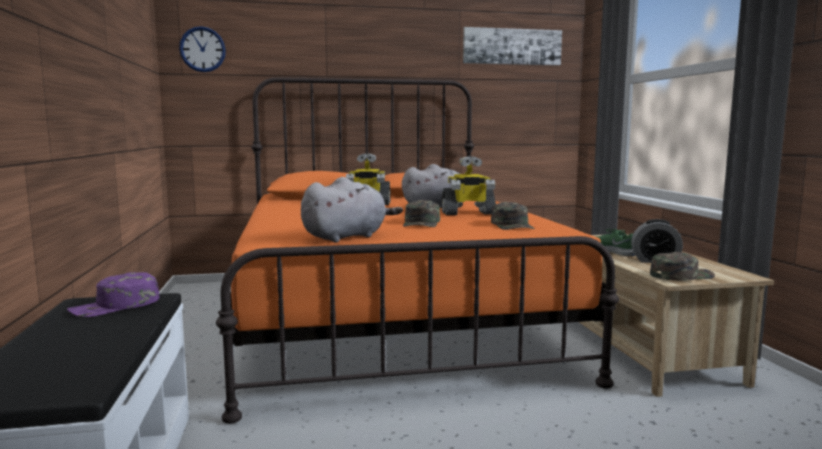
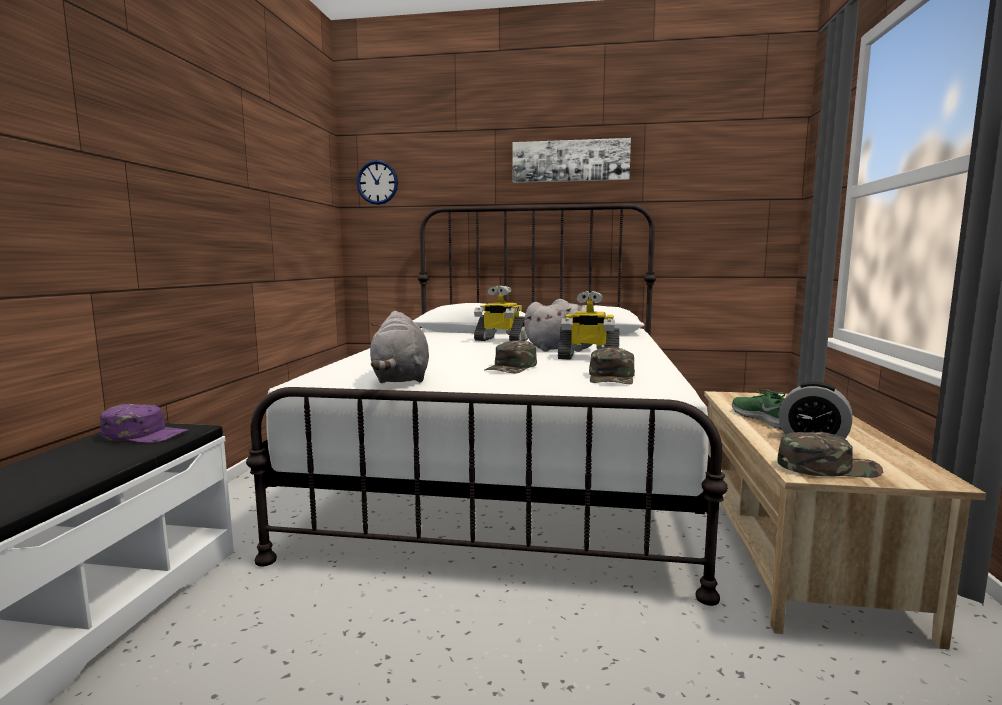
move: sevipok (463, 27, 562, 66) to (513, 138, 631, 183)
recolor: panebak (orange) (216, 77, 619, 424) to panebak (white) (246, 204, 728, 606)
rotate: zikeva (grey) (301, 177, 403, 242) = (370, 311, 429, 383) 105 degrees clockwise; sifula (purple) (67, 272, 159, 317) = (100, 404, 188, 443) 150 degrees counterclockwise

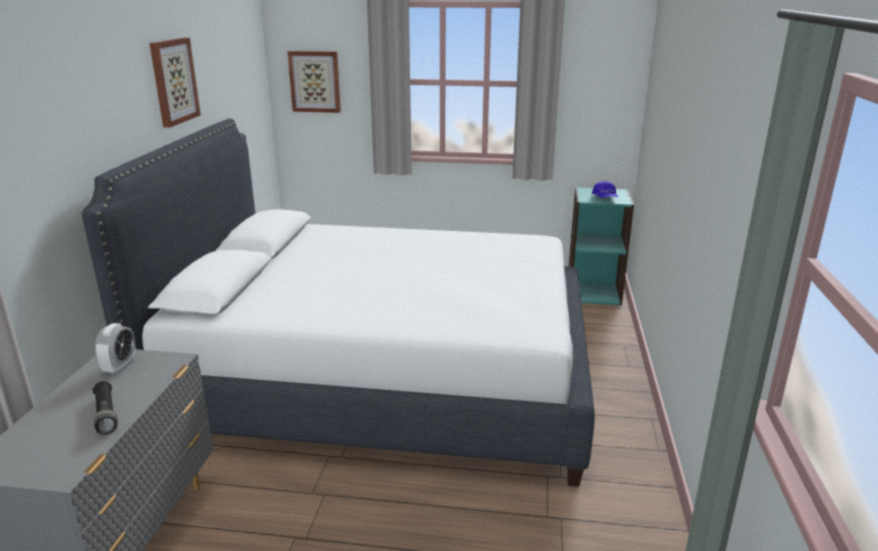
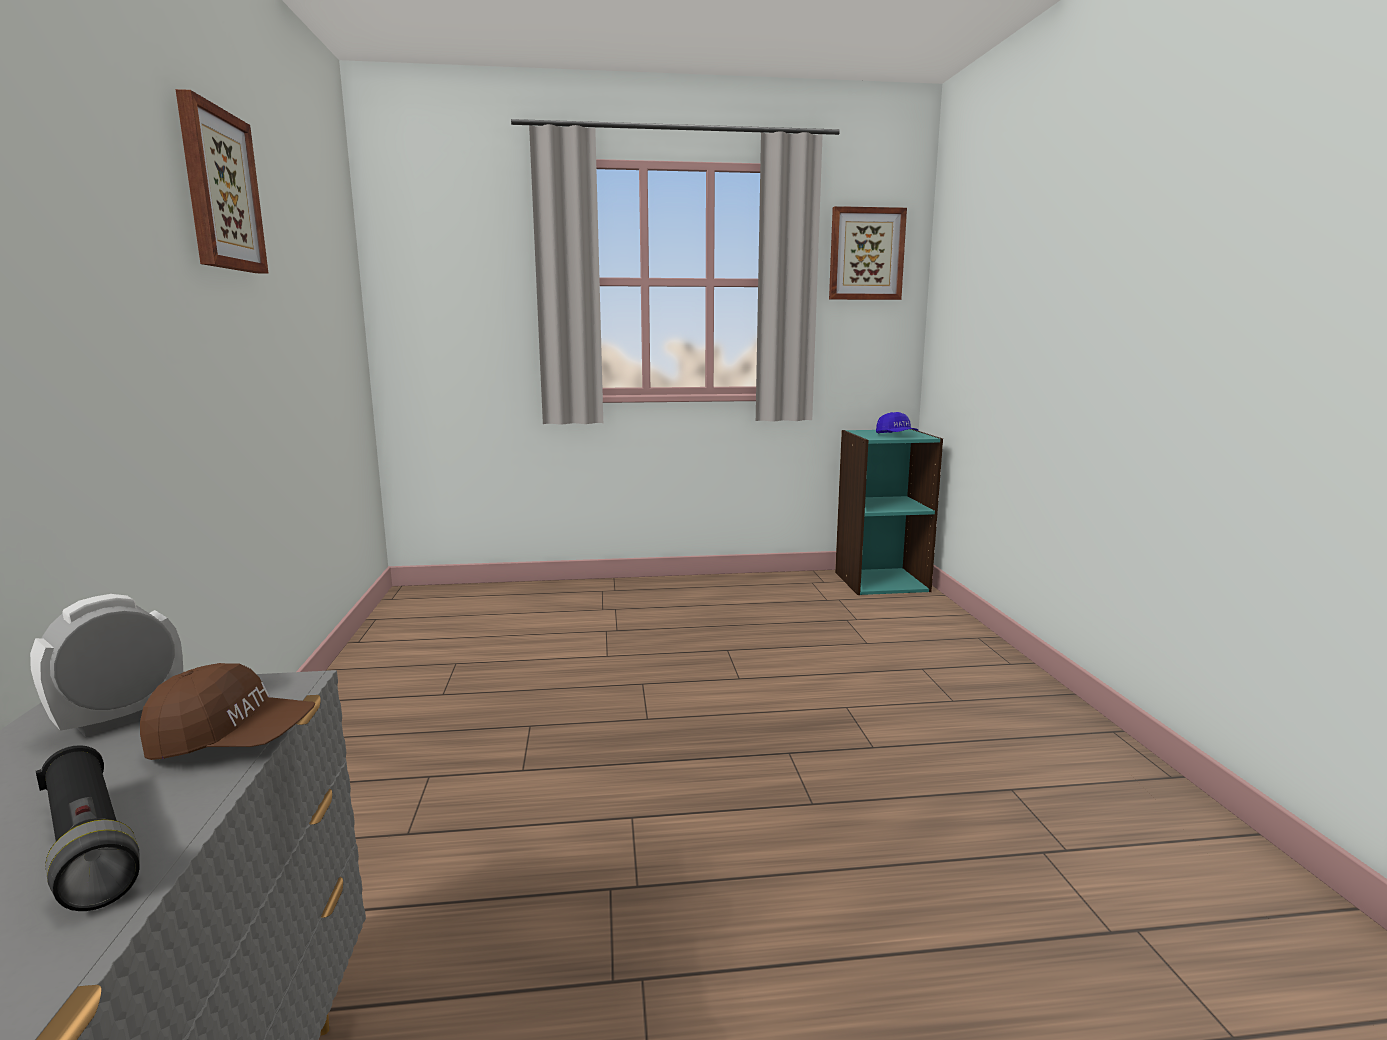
delete: panebak (white) (82, 119, 595, 487)
insert: sifula (brown) (140, 663, 315, 760)
move: sevipok (287, 51, 341, 113) to (829, 206, 907, 300)
rotate: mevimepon (95, 323, 136, 374) = (30, 594, 183, 737) 135 degrees counterclockwise

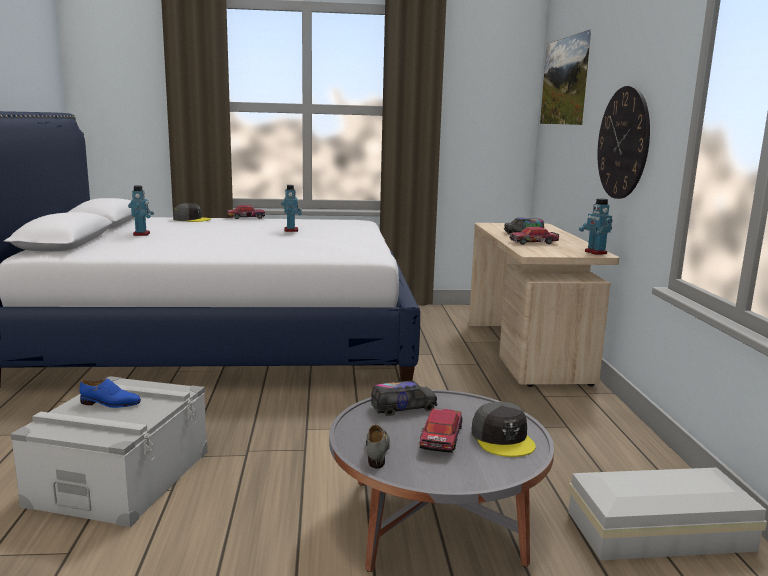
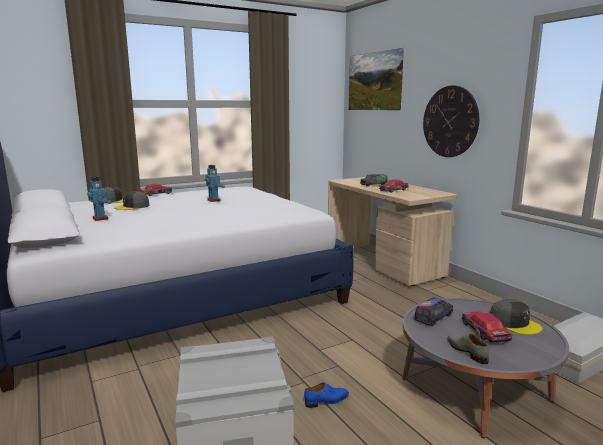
delete: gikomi (579, 199, 613, 255)
insert: sifula (grey) (114, 192, 149, 210)
move: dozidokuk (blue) (79, 378, 141, 408) to (304, 382, 349, 408)

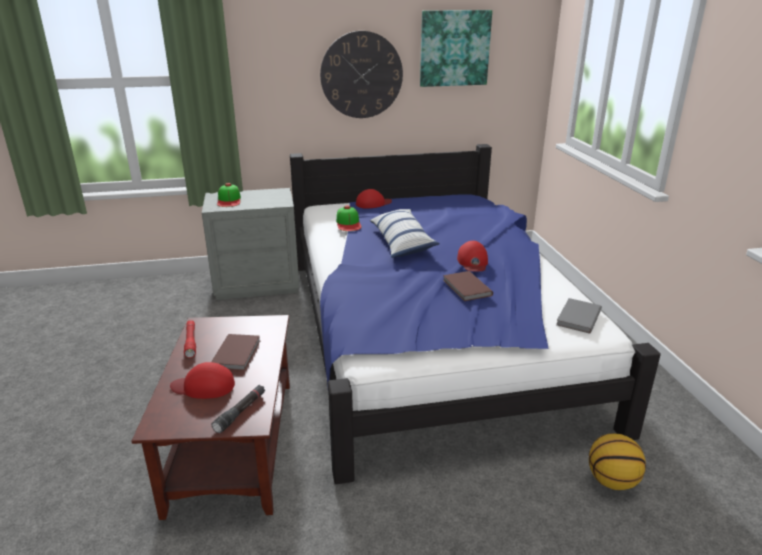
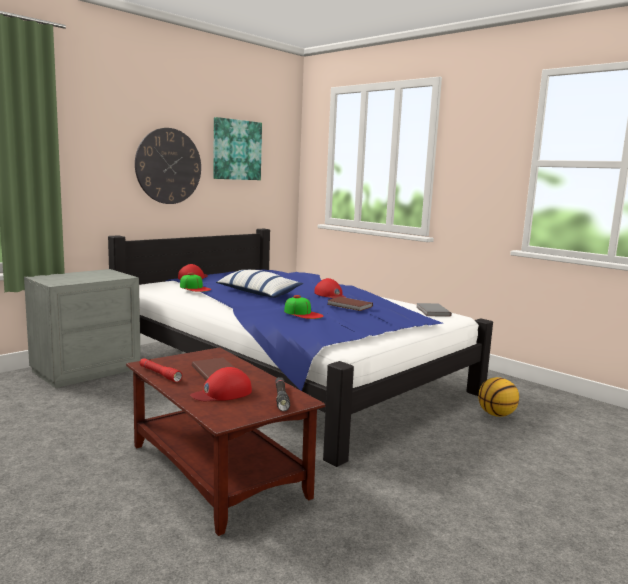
move: sifula (217, 183, 241, 207) to (284, 295, 324, 319)

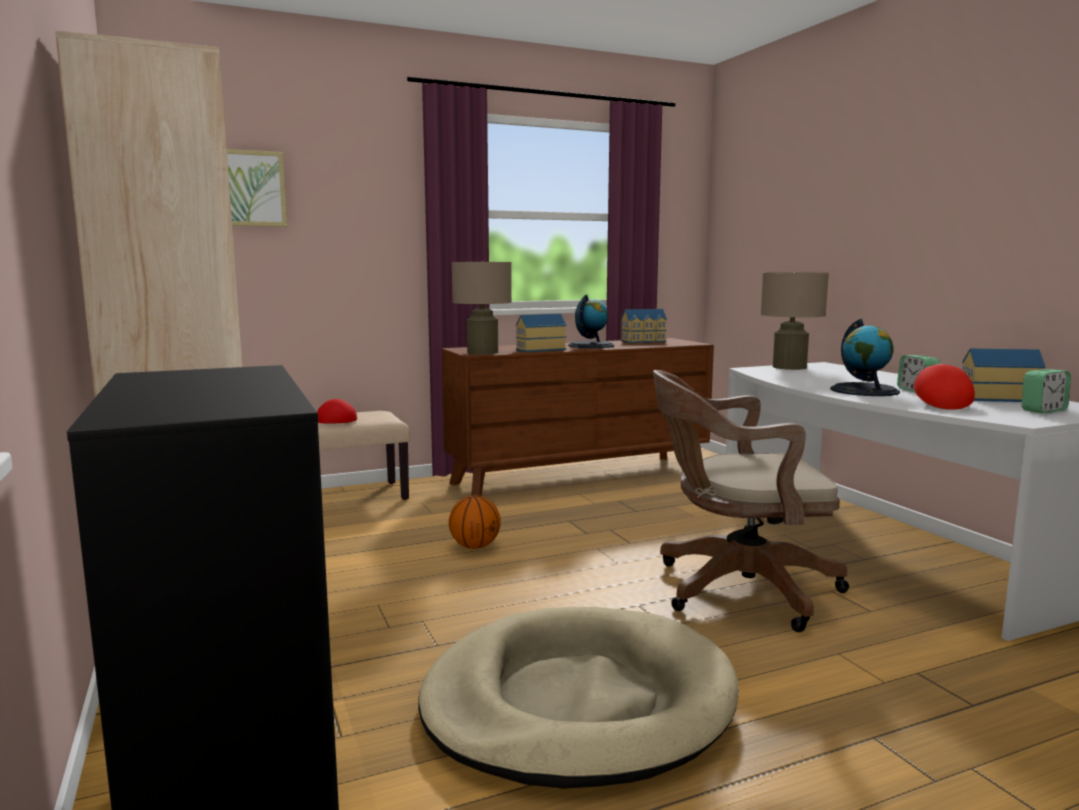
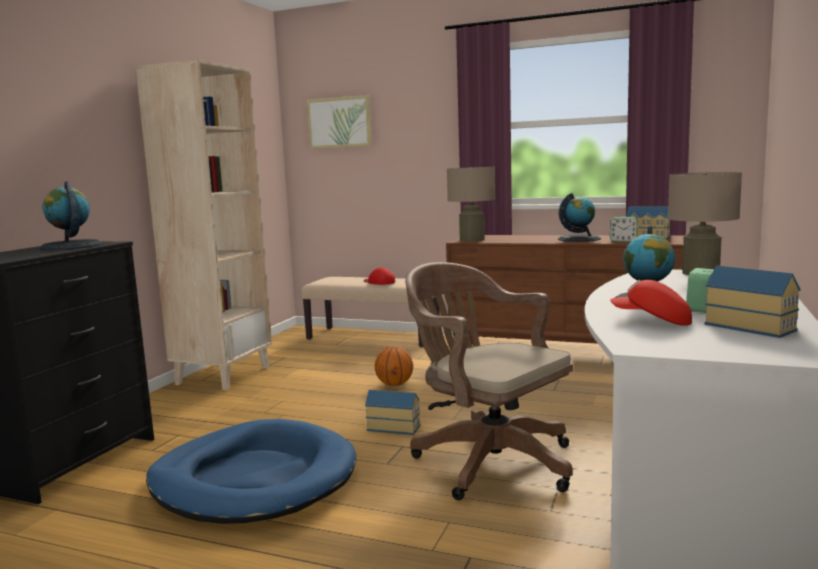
insert: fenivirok (39, 181, 103, 250)
move: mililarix (516, 313, 566, 352) to (365, 390, 420, 435); mevimepon (1022, 369, 1071, 413) to (610, 217, 637, 242)
recolor: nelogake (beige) (418, 607, 739, 789) to nelogake (blue) (146, 419, 356, 524)
rotate: sifula (red) (914, 364, 975, 410) = (610, 280, 692, 326) 120 degrees counterclockwise

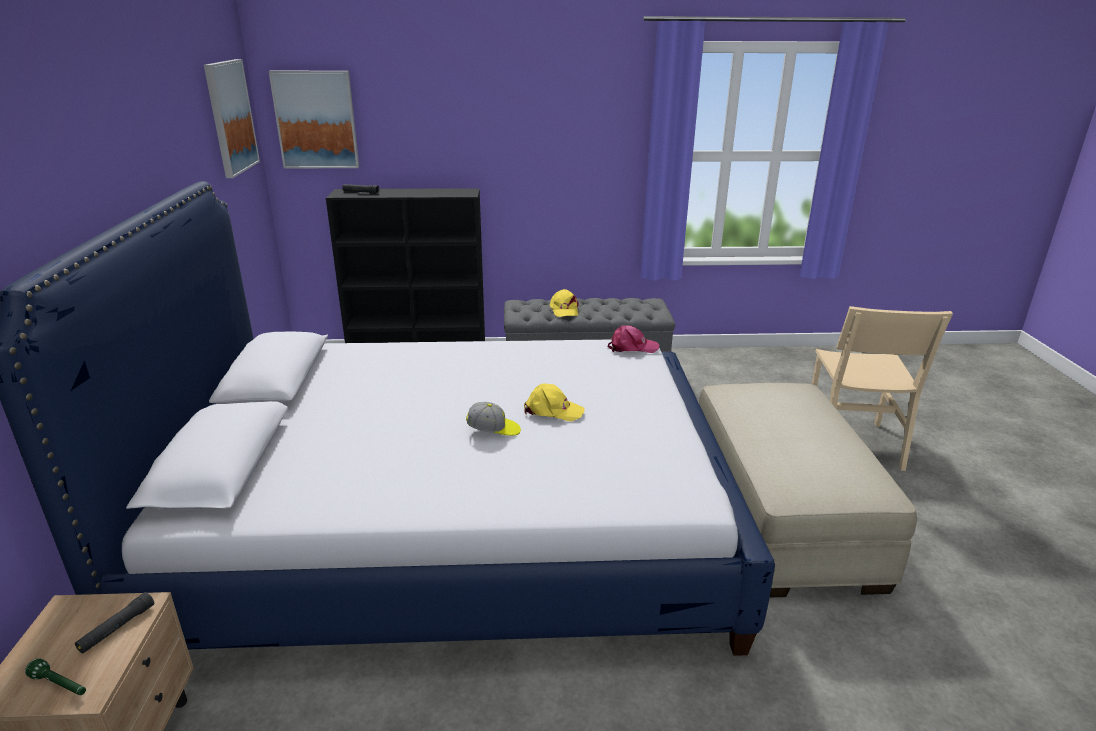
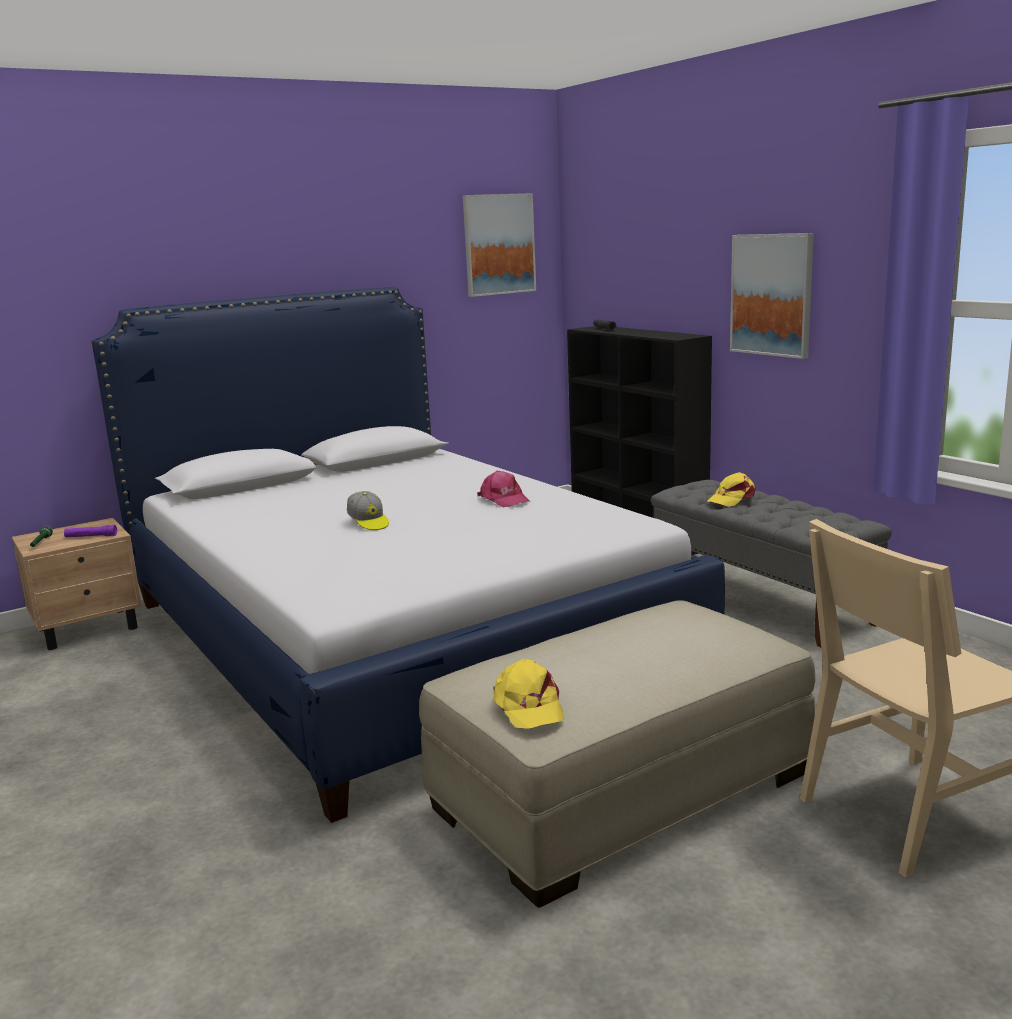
move: sevipok (269, 71, 359, 168) to (730, 233, 814, 359); sifula (pink) (608, 325, 659, 353) to (477, 471, 530, 507); sifula (yellow) (524, 383, 585, 422) to (493, 659, 564, 729)
recolor: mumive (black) (75, 592, 154, 653) to mumive (purple) (64, 525, 117, 537)

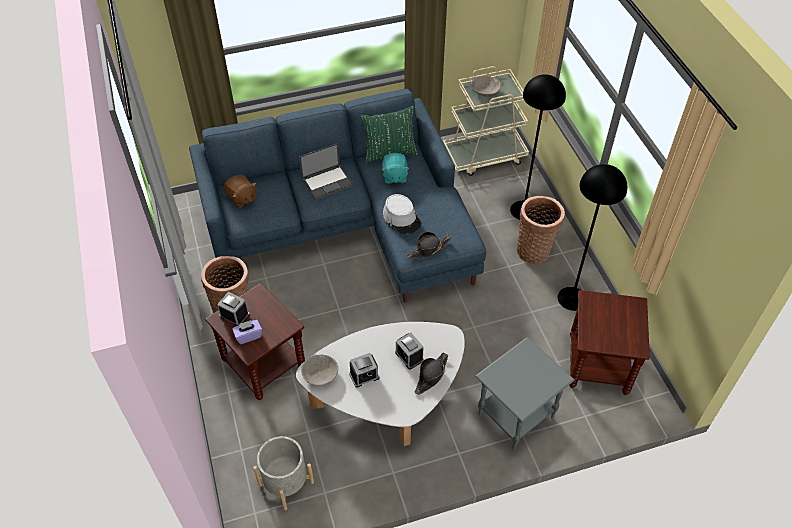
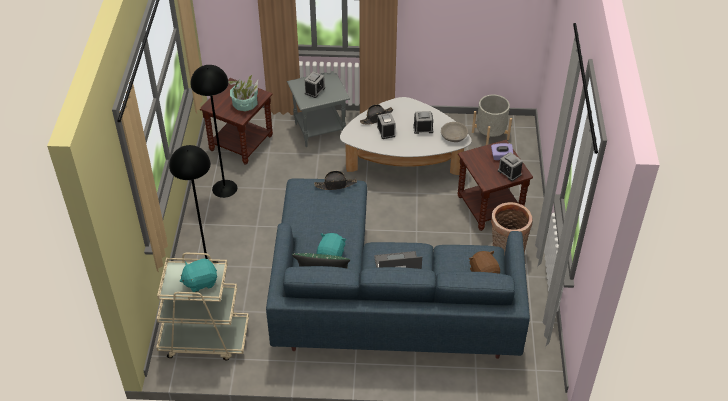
delete: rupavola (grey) (383, 194, 421, 234); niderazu (517, 196, 565, 264)
insert: mevimepon (305, 72, 325, 98); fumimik (228, 75, 258, 111)
replace: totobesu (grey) (471, 76, 501, 96) to zikeva (turquoise) (180, 258, 217, 292)

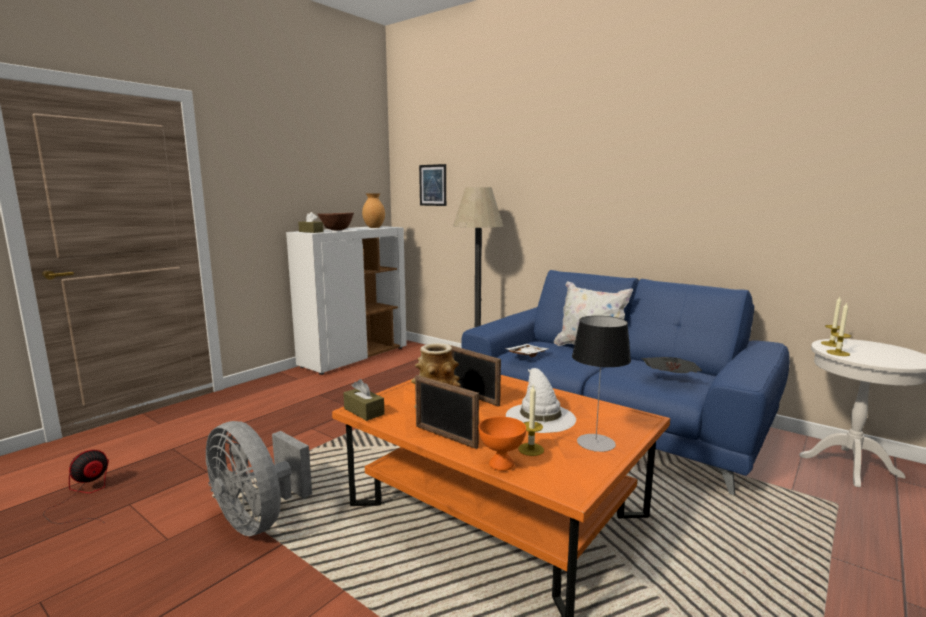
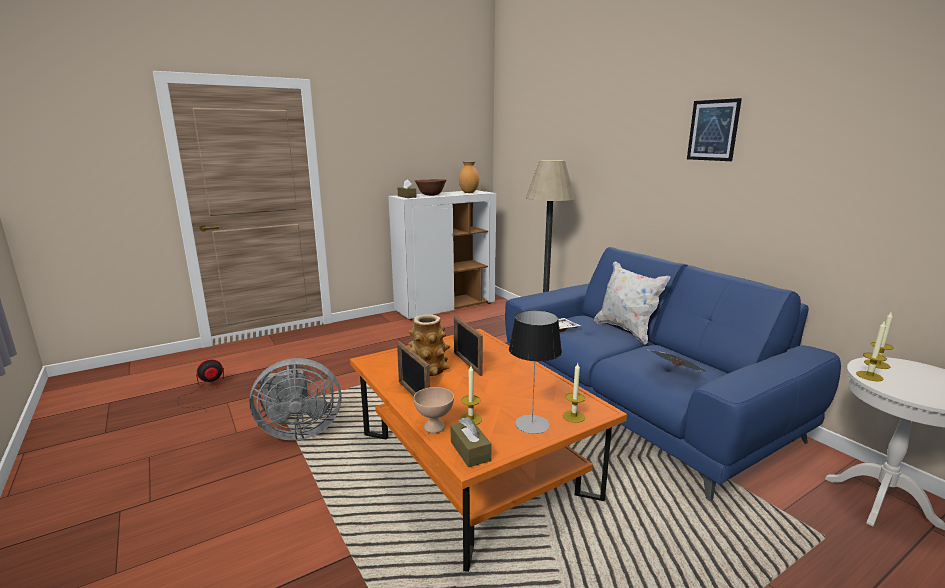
delete: rupavola (white) (506, 368, 576, 433)
insert: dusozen (563, 363, 585, 423)
move: sevipok (419, 164, 446, 206) to (687, 98, 742, 161); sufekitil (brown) (343, 379, 385, 421) to (451, 417, 491, 467)
recolor: totobesu (orange) (478, 417, 526, 471) to totobesu (beige) (413, 387, 454, 433)
rotate: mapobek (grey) (206, 421, 312, 536) = (249, 358, 341, 440) 75 degrees counterclockwise

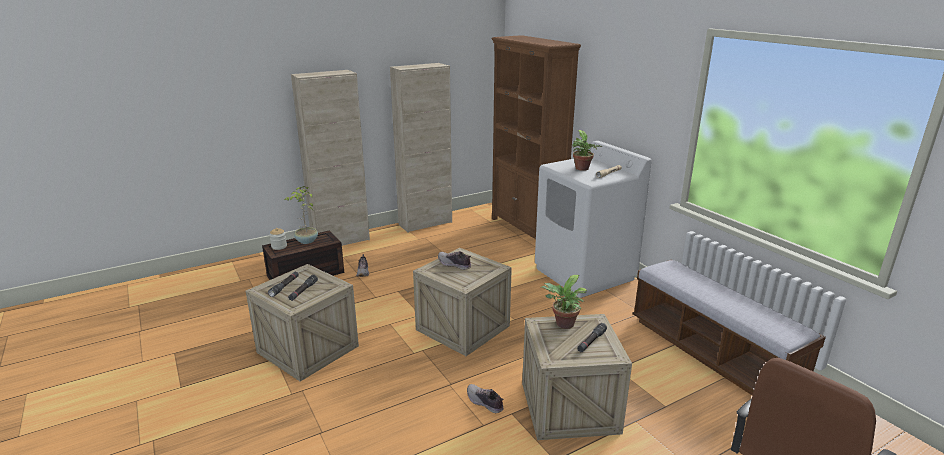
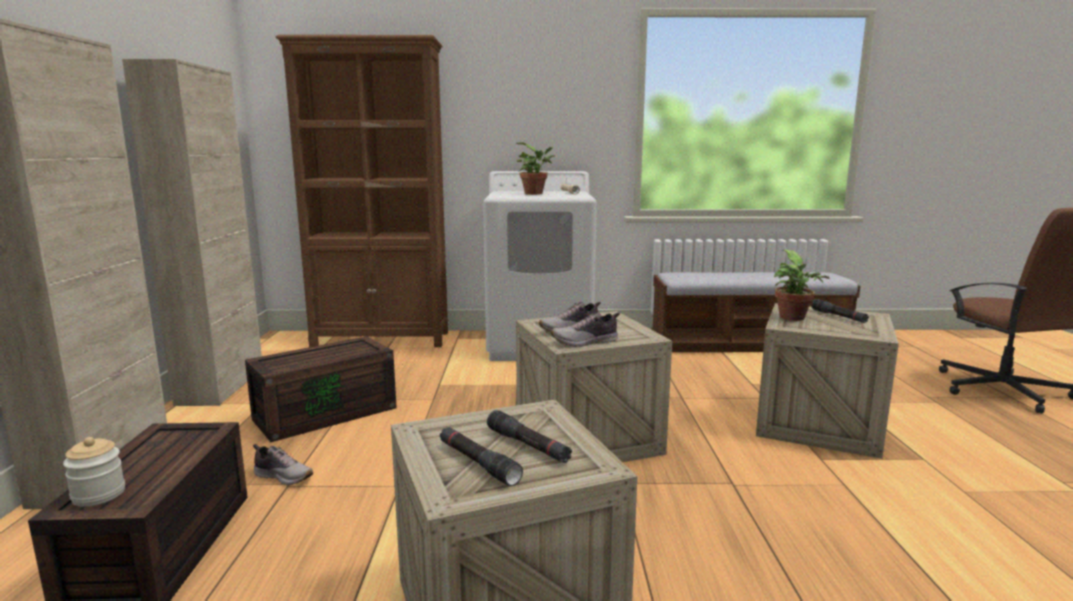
delete: fumimik (285, 186, 318, 244)
insert: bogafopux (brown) (245, 336, 397, 442)
move: dozidokuk (467, 384, 504, 413) to (551, 312, 620, 347)

